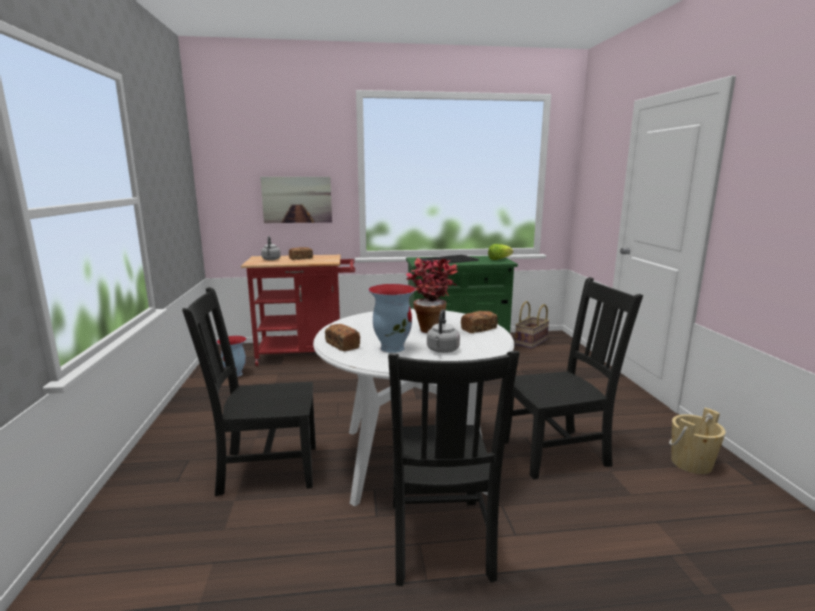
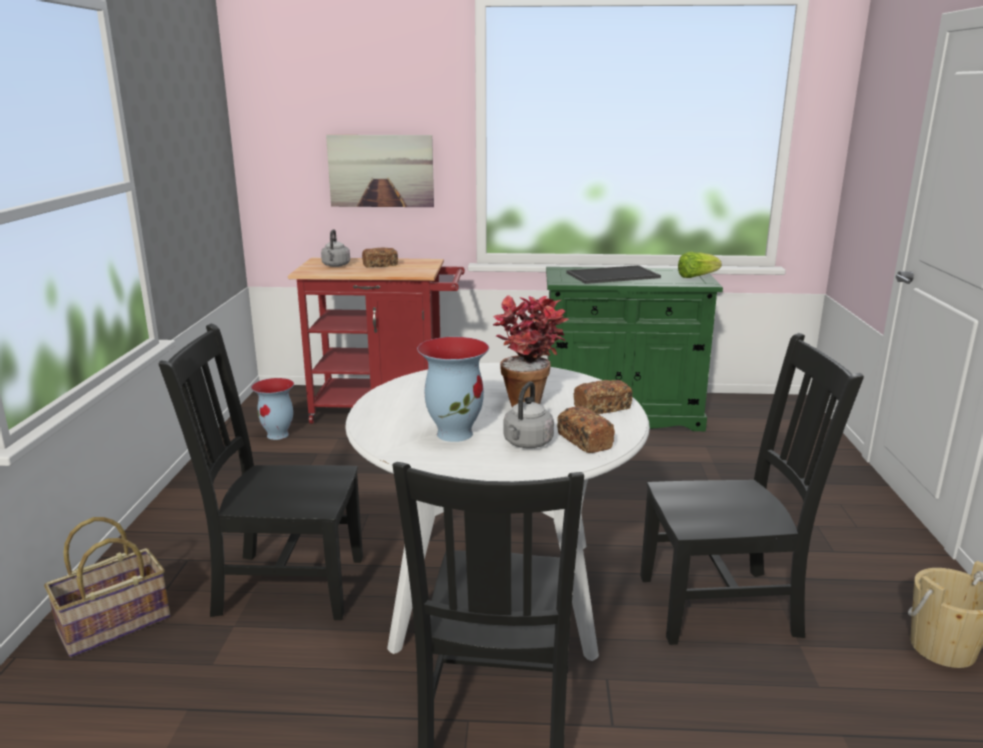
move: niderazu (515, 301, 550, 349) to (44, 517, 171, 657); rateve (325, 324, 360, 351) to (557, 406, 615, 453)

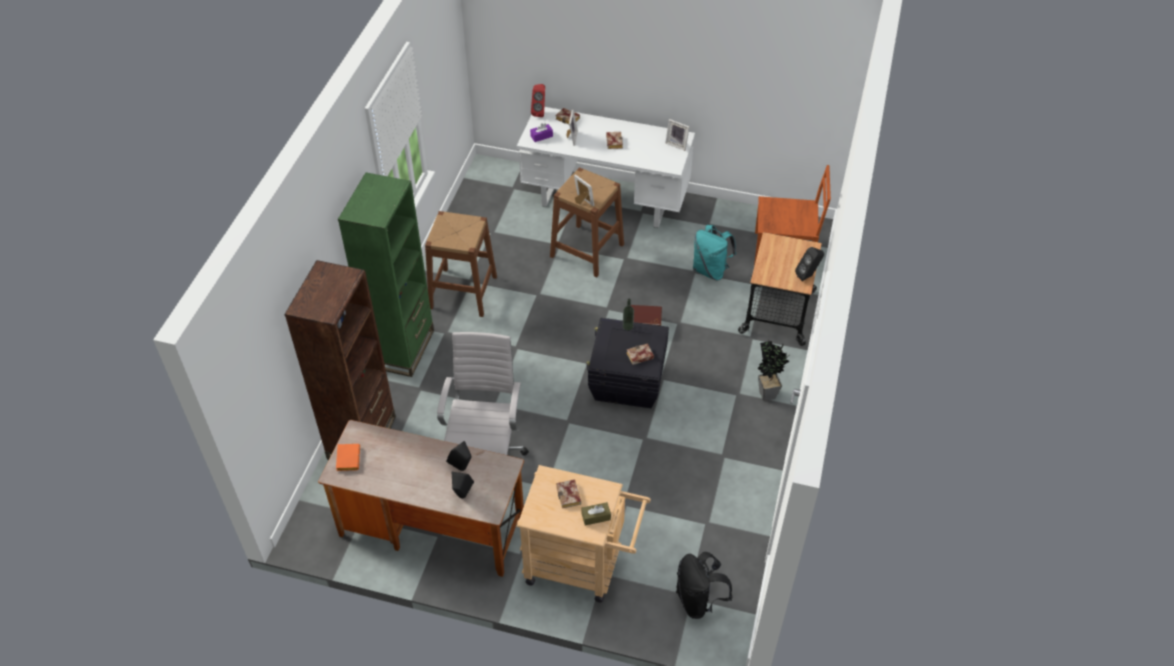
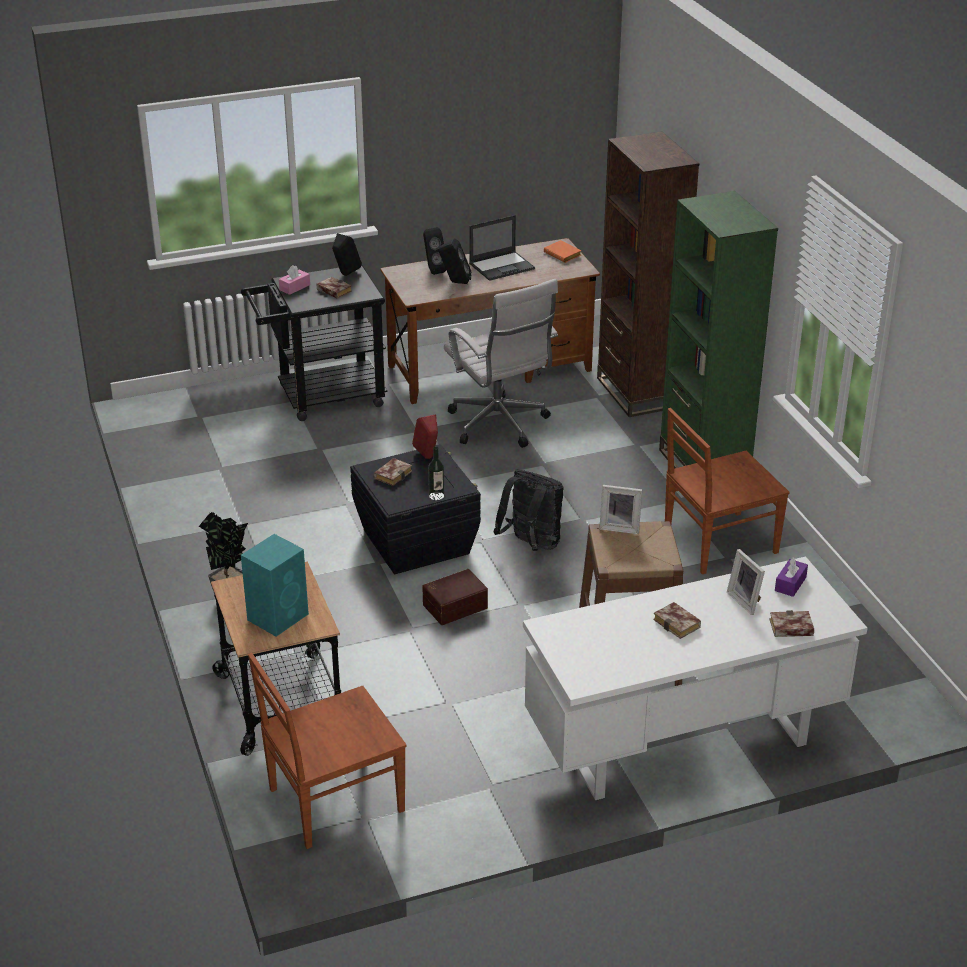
delete: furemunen (665, 119, 689, 151); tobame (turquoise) (693, 225, 736, 280)
insert: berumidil (469, 215, 535, 281); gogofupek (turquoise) (241, 534, 309, 637)
move: gogofupek (red) (531, 84, 545, 117) to (412, 414, 438, 459); gogofupek (black) (795, 247, 824, 281) to (332, 233, 362, 276); tobame (black) (676, 552, 732, 619) to (494, 470, 563, 551)
replace: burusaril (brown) (425, 211, 497, 317) to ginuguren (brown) (665, 408, 790, 574)
recolor: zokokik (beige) (517, 465, 651, 603) to zokokik (black) (241, 265, 387, 421); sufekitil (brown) (581, 502, 611, 526) to sufekitil (pink) (279, 265, 310, 295)

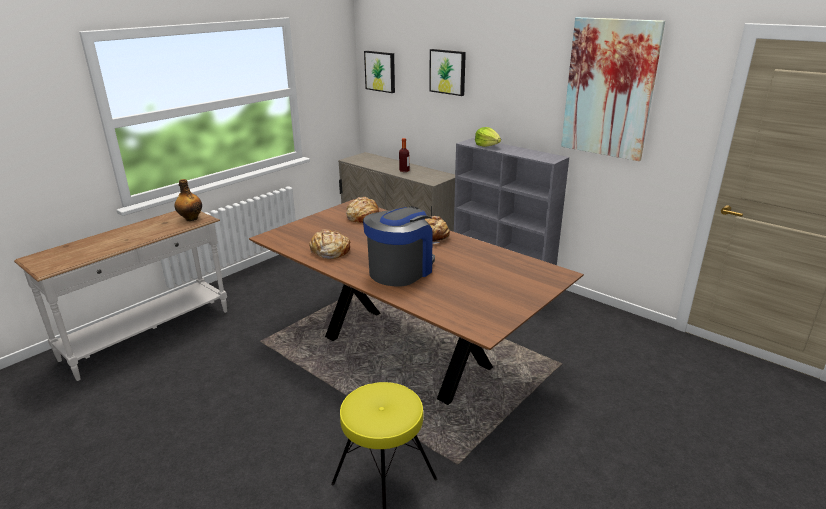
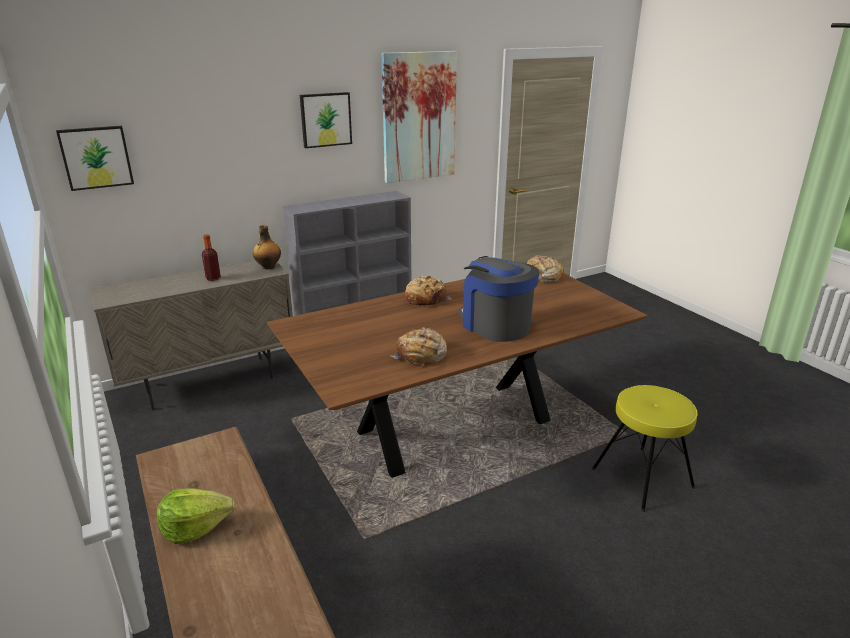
move: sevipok (429, 49, 466, 96) to (300, 92, 352, 148); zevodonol (475, 127, 501, 147) to (157, 488, 235, 544); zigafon (175, 179, 202, 221) to (253, 225, 281, 270); rateve (346, 197, 379, 223) to (526, 256, 564, 283)

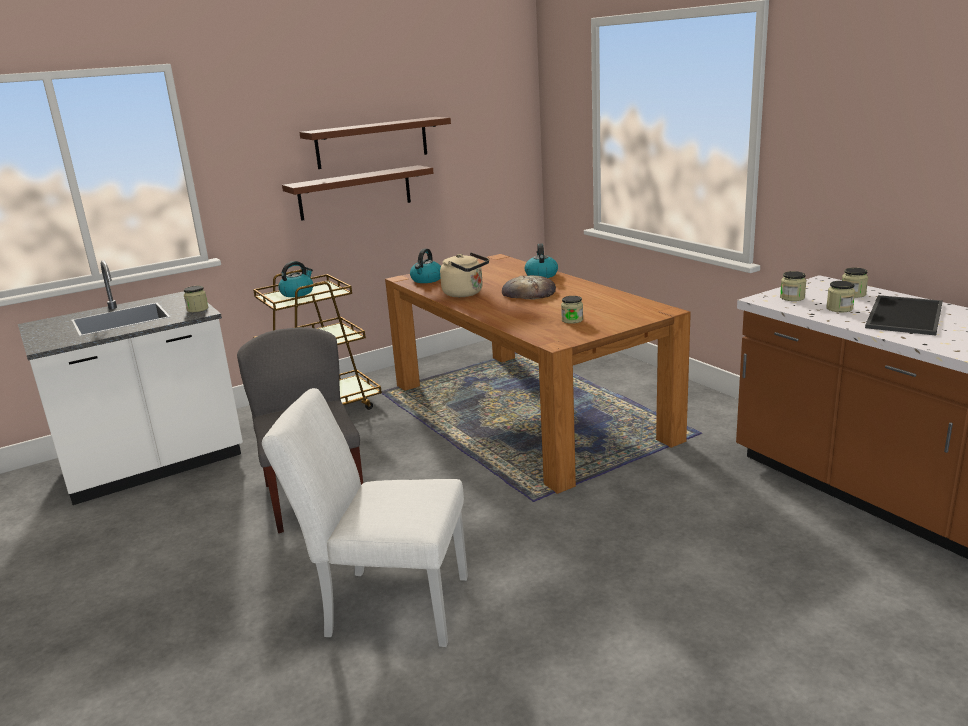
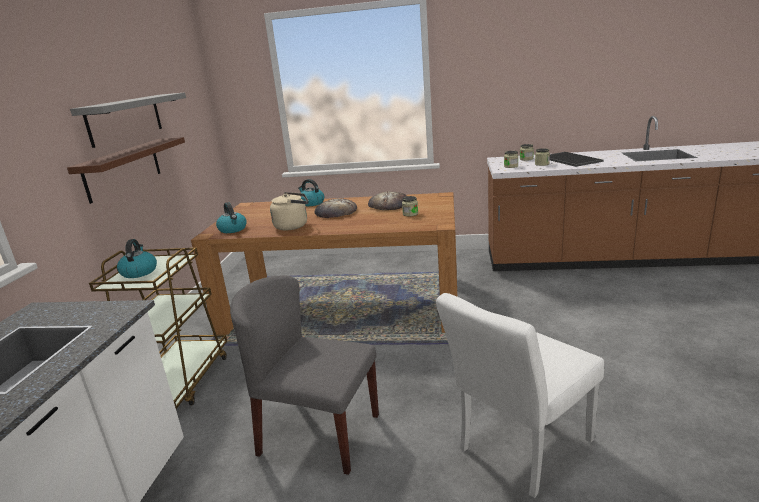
delete: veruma (184, 286, 208, 312)
insert: rateve (368, 191, 407, 210)
recolor: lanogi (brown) (299, 117, 451, 169) to lanogi (grey) (70, 92, 186, 148)

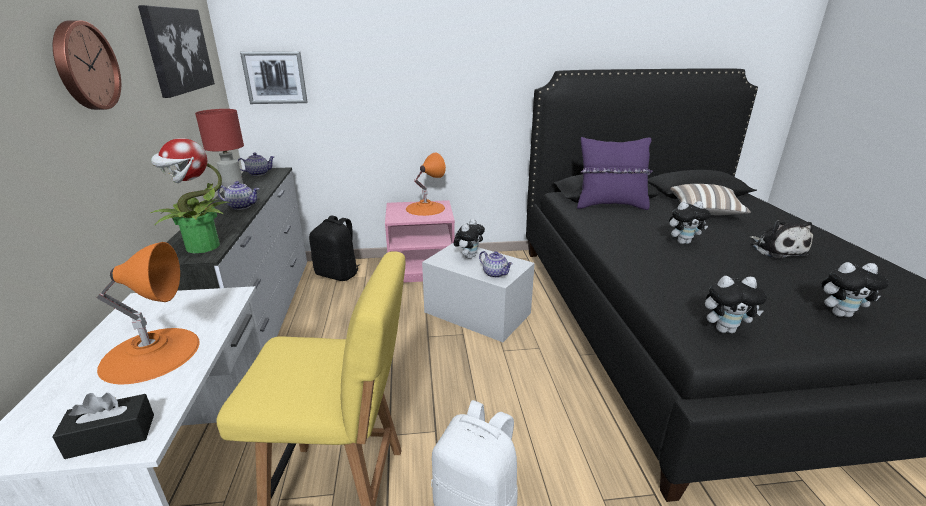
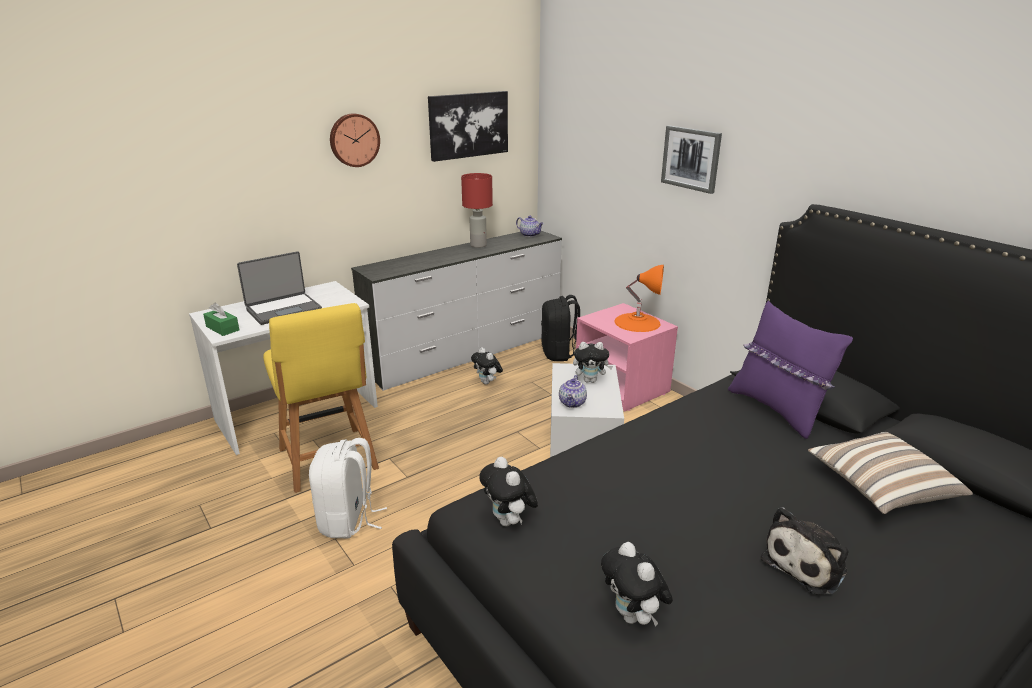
delete: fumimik (151, 138, 231, 253); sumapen (218, 181, 259, 210)
move: sevipok (240, 51, 308, 104) to (661, 125, 722, 194); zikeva (669, 201, 711, 244) to (471, 347, 503, 385)
replace: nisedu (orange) (97, 242, 200, 384) to berumidil (237, 251, 322, 325)
recolor: sufekitil (black) (53, 393, 154, 459) to sufekitil (green) (203, 302, 239, 336)

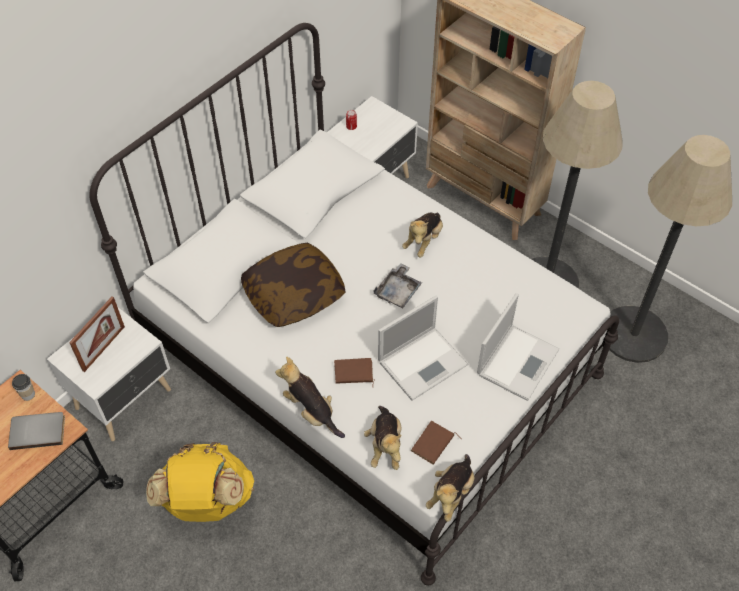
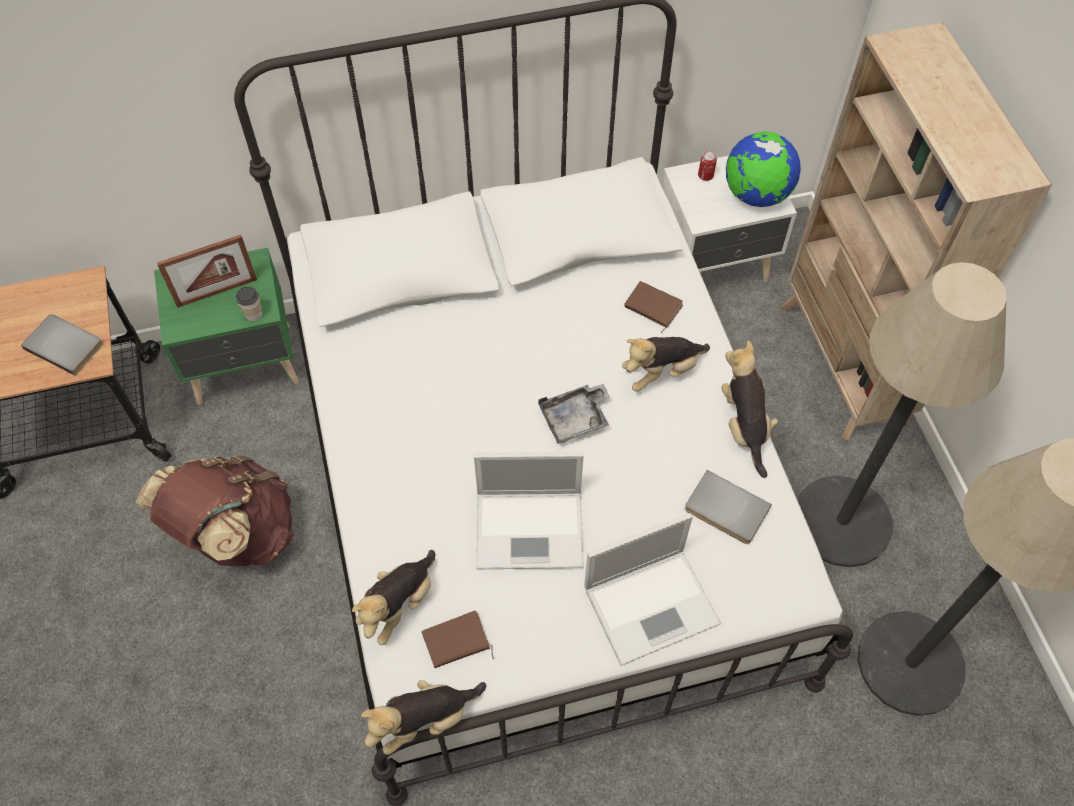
delete: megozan (241, 243, 346, 327)
insert: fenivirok (726, 131, 801, 207); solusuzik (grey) (685, 470, 772, 544)
move: zikeva (275, 357, 345, 438) to (721, 340, 778, 478); solusuzik (brown) (334, 358, 375, 388) to (624, 281, 683, 333); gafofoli (12, 374, 35, 401) to (236, 287, 263, 322)
recolor: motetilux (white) (47, 308, 171, 441) to motetilux (green) (154, 248, 299, 405); tobame (yellow) (146, 442, 254, 522) to tobame (brown) (135, 455, 294, 566)

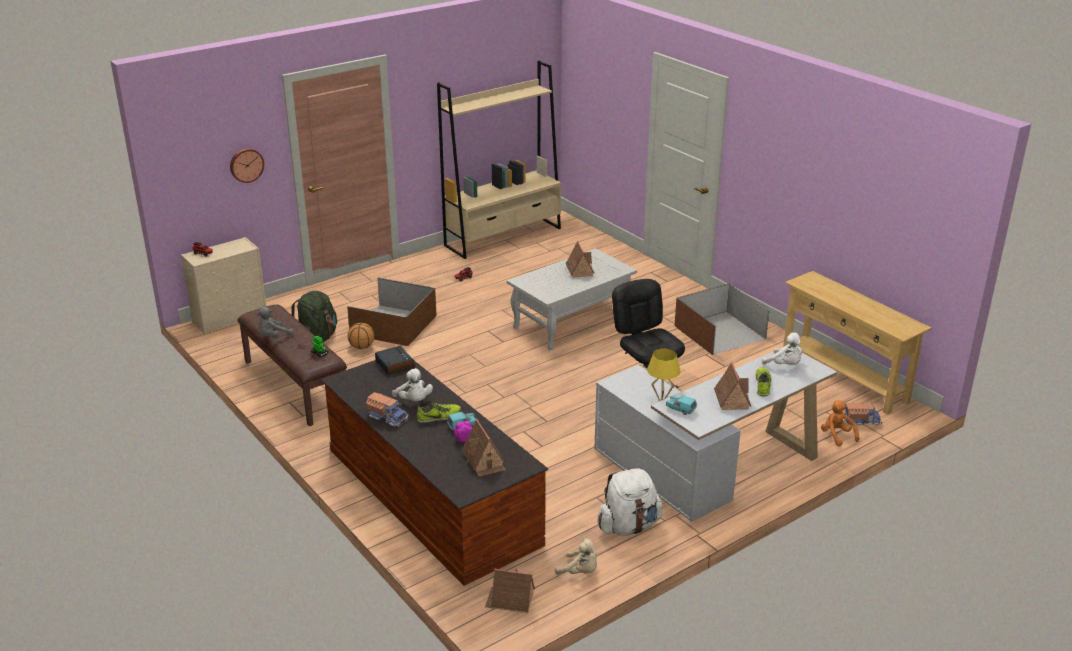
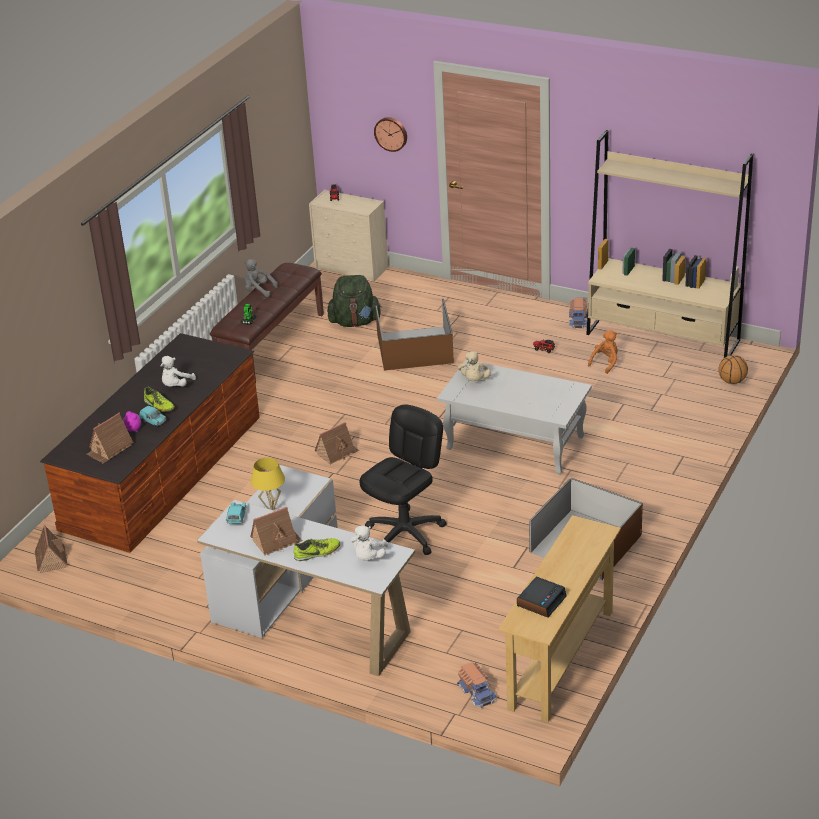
delete: tobame (white) (597, 468, 663, 536)
move: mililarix (566, 241, 595, 278) to (315, 422, 359, 465); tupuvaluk (348, 322, 375, 349) to (718, 355, 748, 384); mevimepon (375, 346, 415, 375) to (517, 577, 567, 618); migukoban (366, 392, 409, 427) to (569, 298, 588, 328); zikeva (orange) (821, 400, 859, 447) to (588, 330, 618, 374); zikeva (beige) (555, 538, 597, 575) to (458, 351, 491, 381)

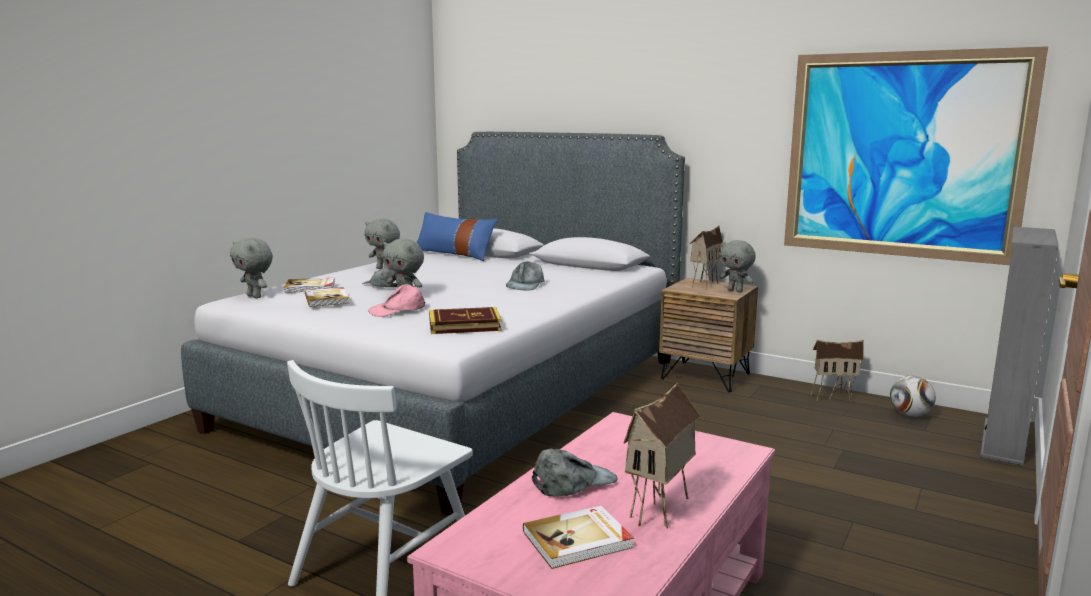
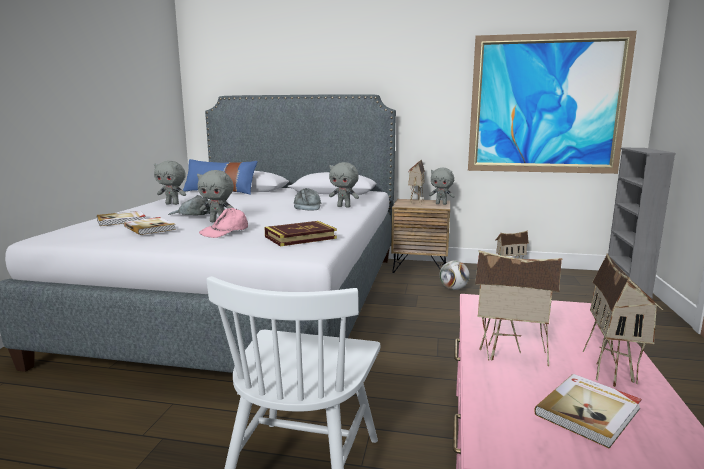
move: zikeva (grey) (230, 238, 273, 298) to (329, 162, 359, 208); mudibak (890, 376, 936, 417) to (440, 260, 470, 290)
replace: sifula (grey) (532, 449, 618, 497) to mililarix (475, 250, 562, 366)

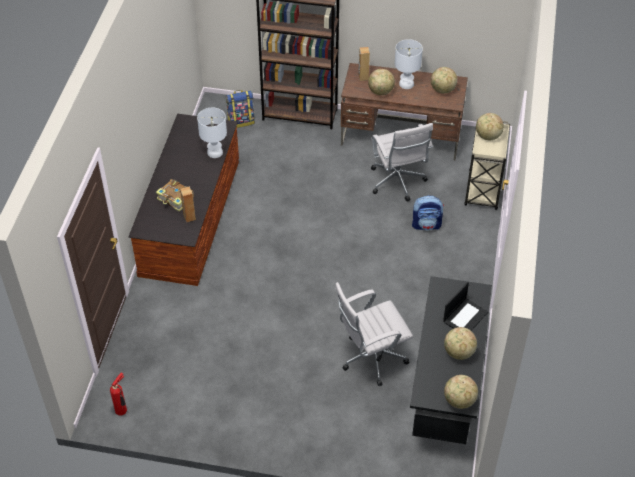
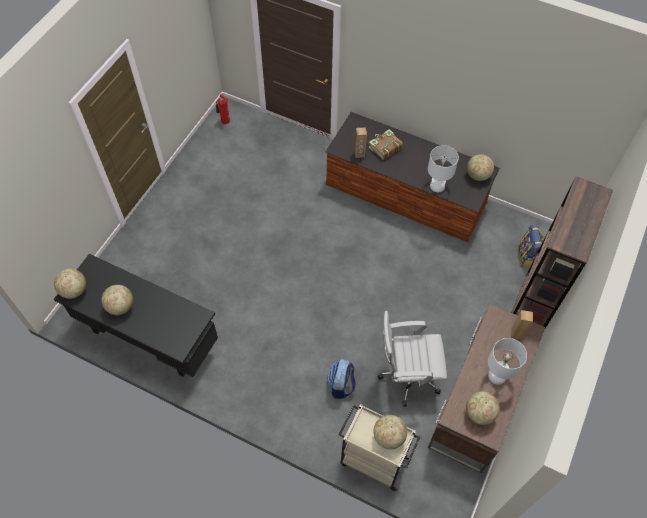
delete: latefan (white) (335, 282, 413, 386); berumidil (443, 282, 488, 331)
move: fenivirok (368, 69, 395, 95) to (467, 154, 494, 181)

